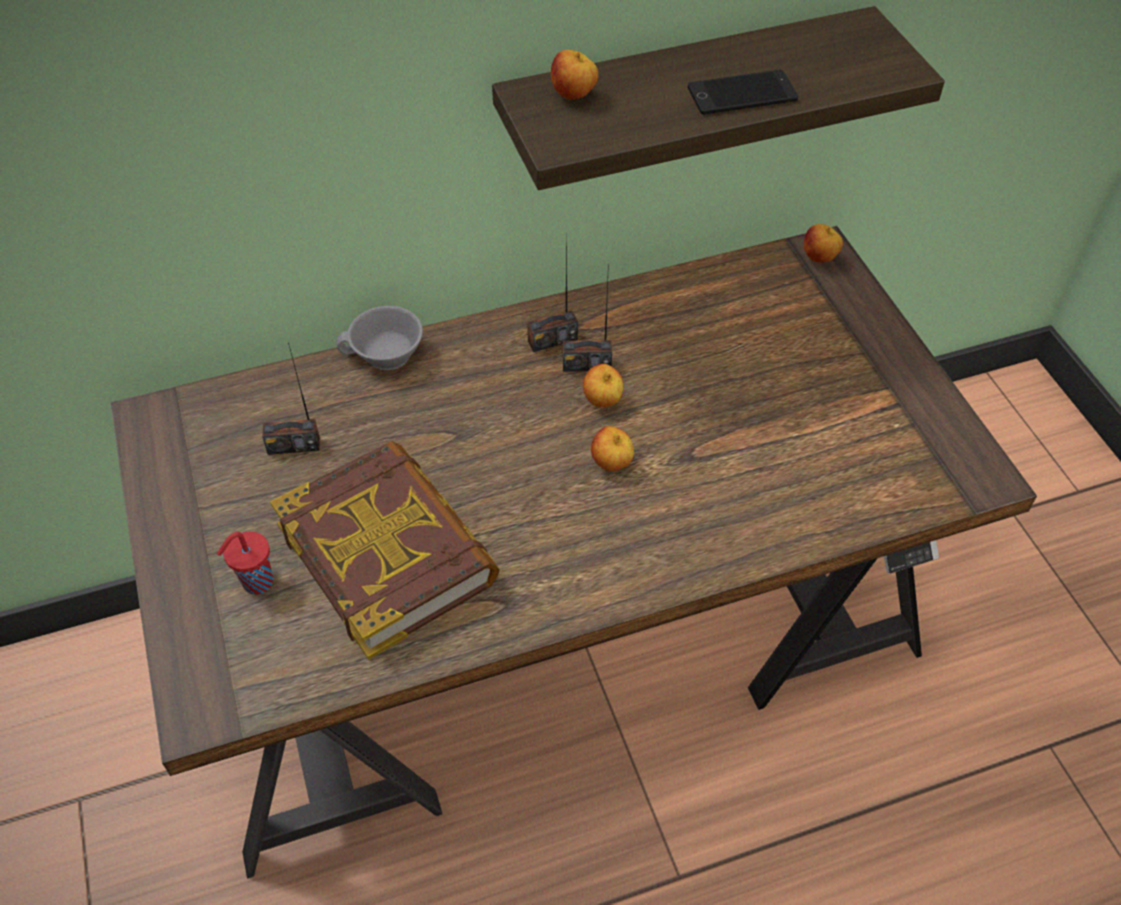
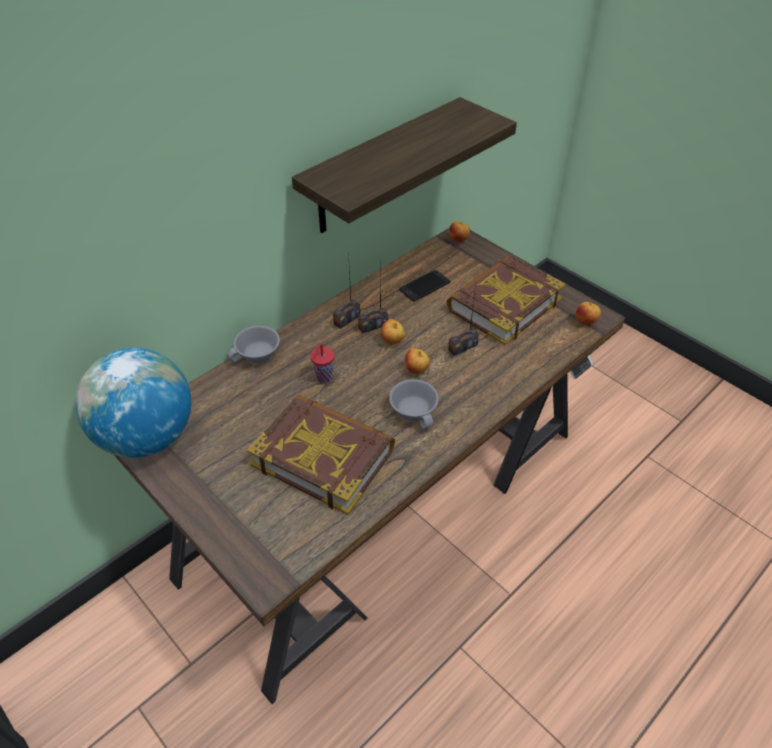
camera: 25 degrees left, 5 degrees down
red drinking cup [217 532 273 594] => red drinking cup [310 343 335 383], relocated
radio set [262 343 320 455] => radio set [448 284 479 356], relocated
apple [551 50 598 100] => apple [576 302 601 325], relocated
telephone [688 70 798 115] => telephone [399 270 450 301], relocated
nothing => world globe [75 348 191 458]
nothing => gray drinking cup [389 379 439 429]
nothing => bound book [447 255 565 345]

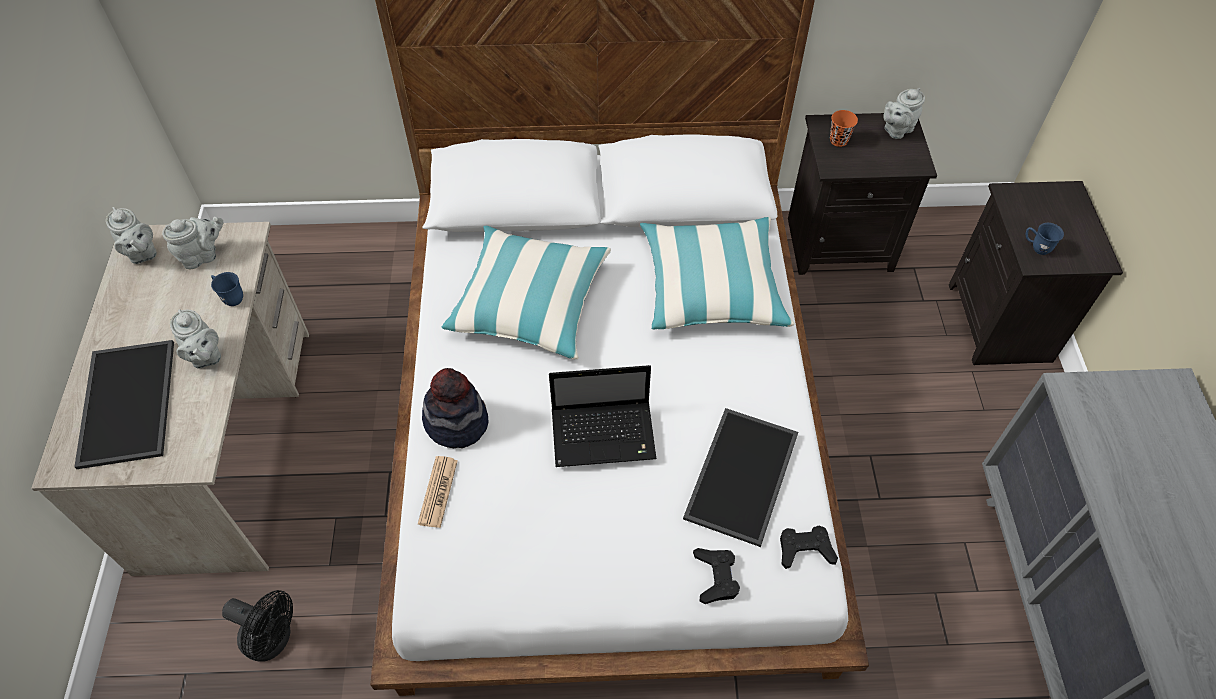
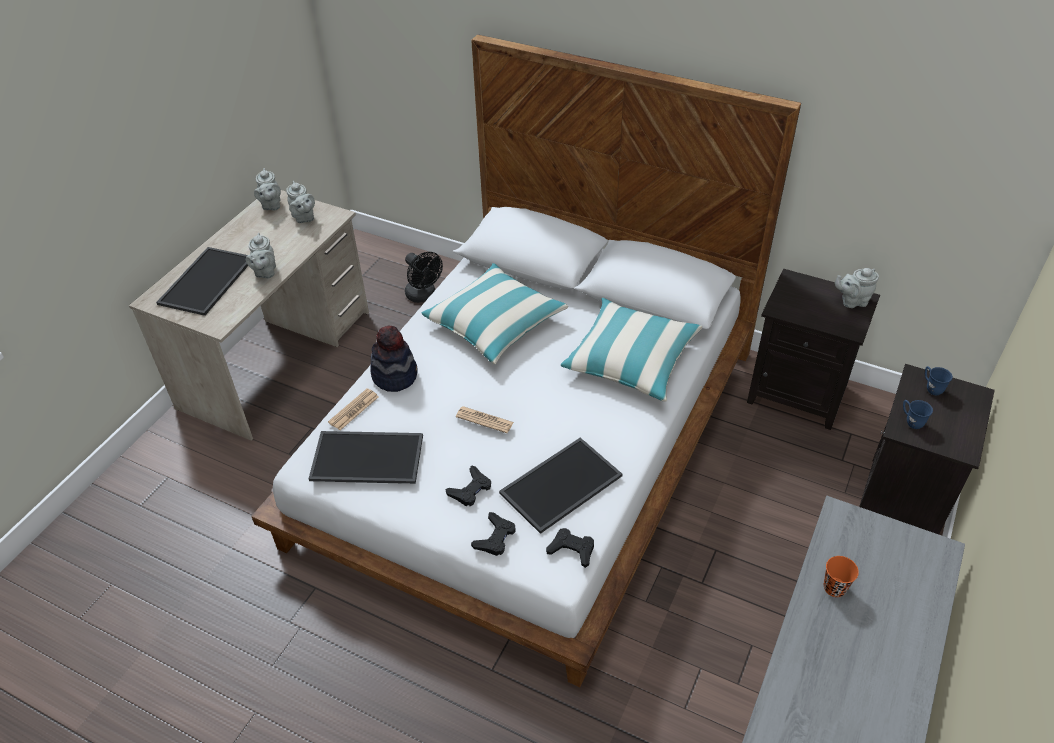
camera: 30 degrees right, 10 degrees down
gray tea pot [162 217 223 269] => gray tea pot [286 181 315 223], 60 degrees clockwise
blue-coloured coffee mug [211 272 243 306] => blue-coloured coffee mug [925 366 953 395], relocated
blackish electric fan [222 590 293 662] => blackish electric fan [405 252 443 303], relocated
portable computer [549 365 656 467] => daily paper [456 406 514 433]
orangey drinking cup [830 110 858 147] => orangey drinking cup [824 556 859 597], relocated
nothing => carrying tray [309 431 423 484]
nothing => blackish joypad [445 465 491 506]

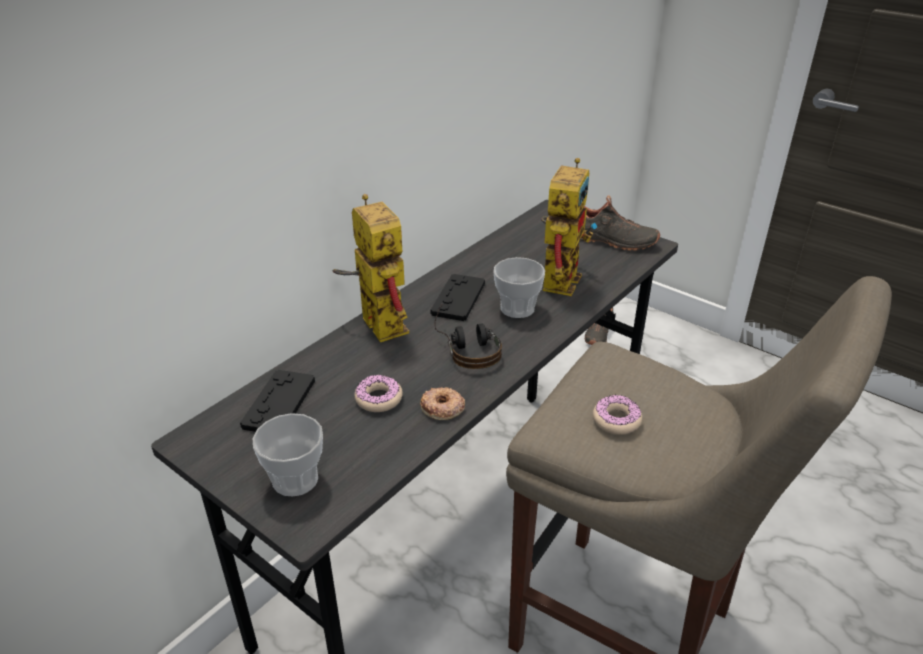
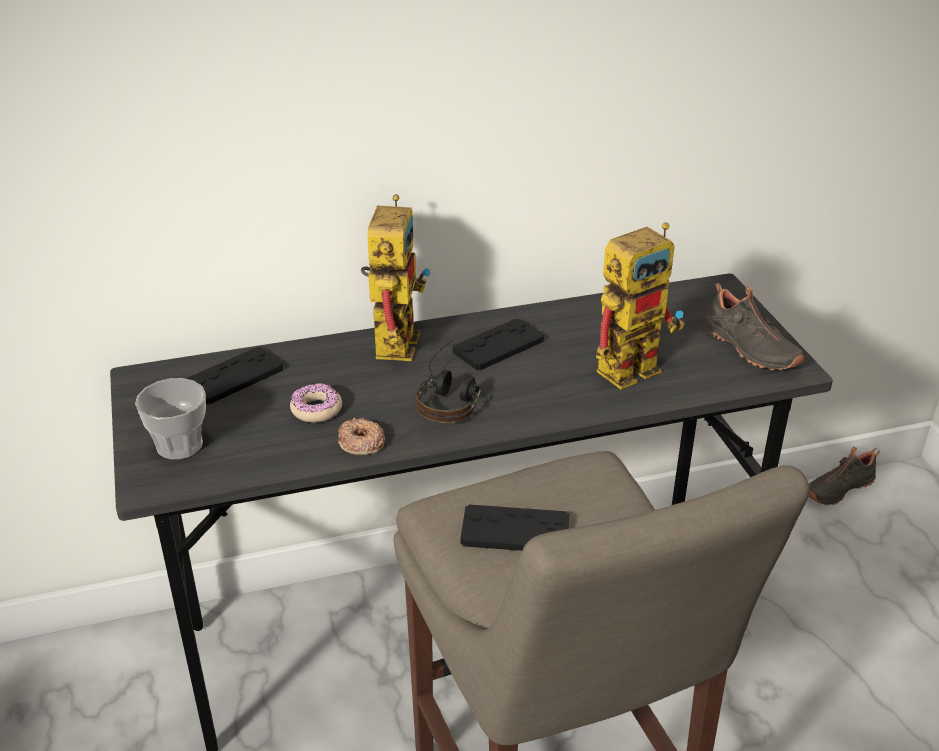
camera: 35 degrees right, 0 degrees up
drinking cup [493 257 545 318] => nothing
doughnut [593 395 642 435] => blackish joypad [460 504 569 551]

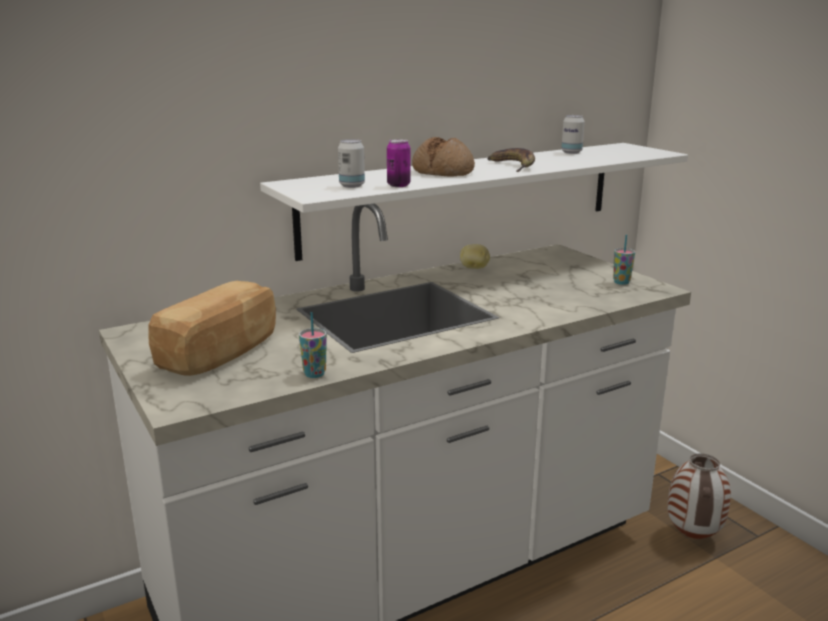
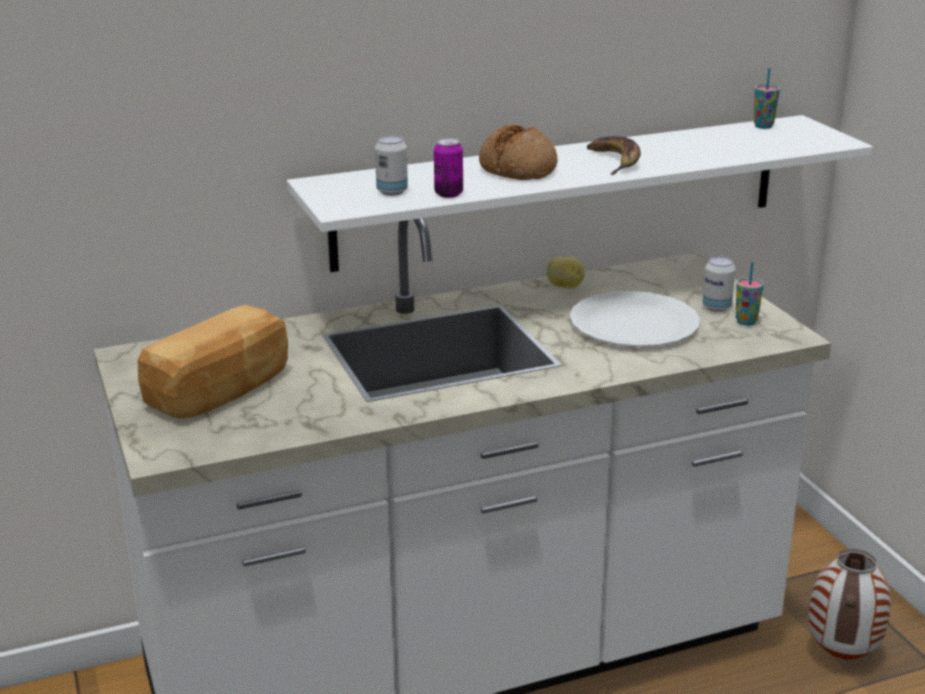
camera: 10 degrees right, 5 degrees up
drinking cup [299 312 327 378] => drinking cup [754 68 780 129], relocated
can [561 115 585 154] => can [703 256 735 312], relocated
nothing => whitish dinner plate [570 291 700 347]

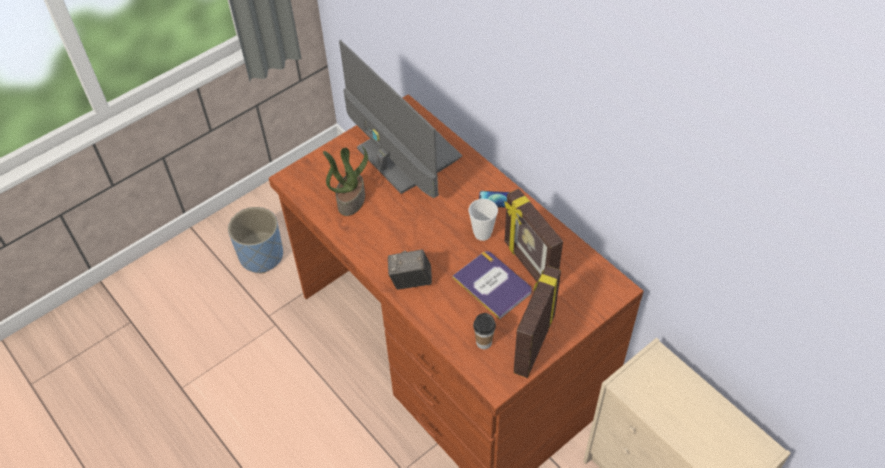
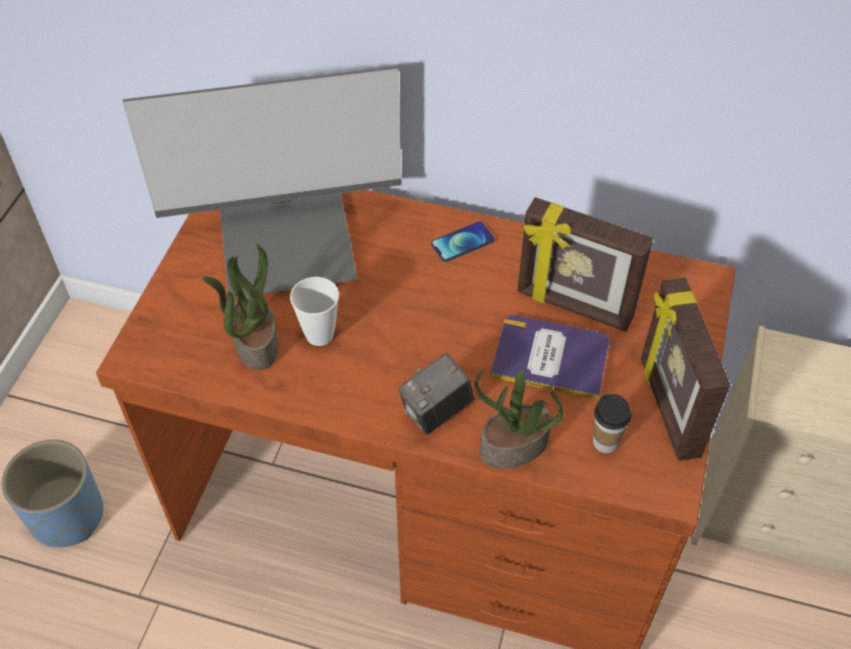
camera: 35 degrees left, 0 degrees up
computer display [339 40 463 198] => computer display [123 66 402 298], 150 degrees clockwise
drinking cup [469 199 498 241] => drinking cup [290 277 339 346], relocated
nothing => plant in a pot [475 370 563 469]

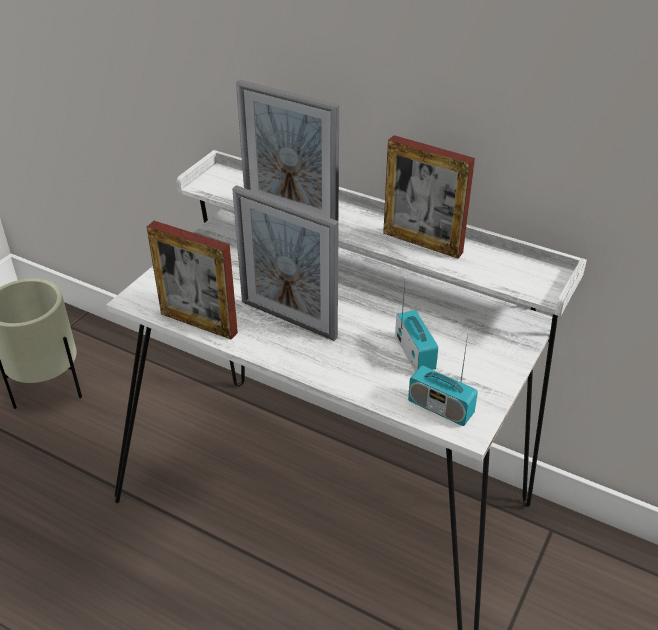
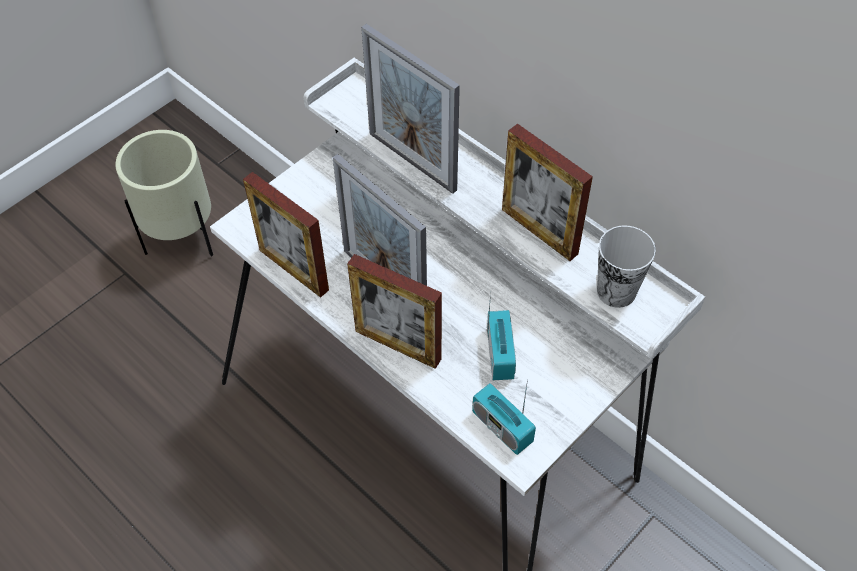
camera: 15 degrees right, 15 degrees up
nothing => photo frame [347 254 442 369]
nothing => drinking cup [597 225 656 308]

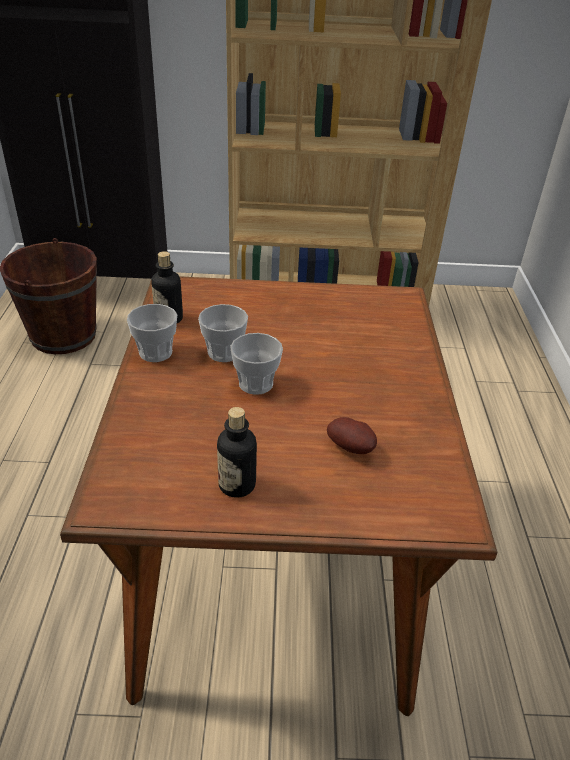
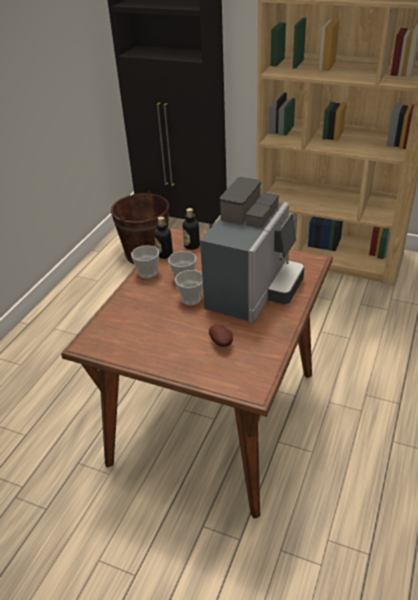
camera: 25 degrees right, 0 degrees up
beverage bottle [217 407 257 498] => beverage bottle [182 208 200 250], relocated
nothing => coffee brewer [200 177 304 323]

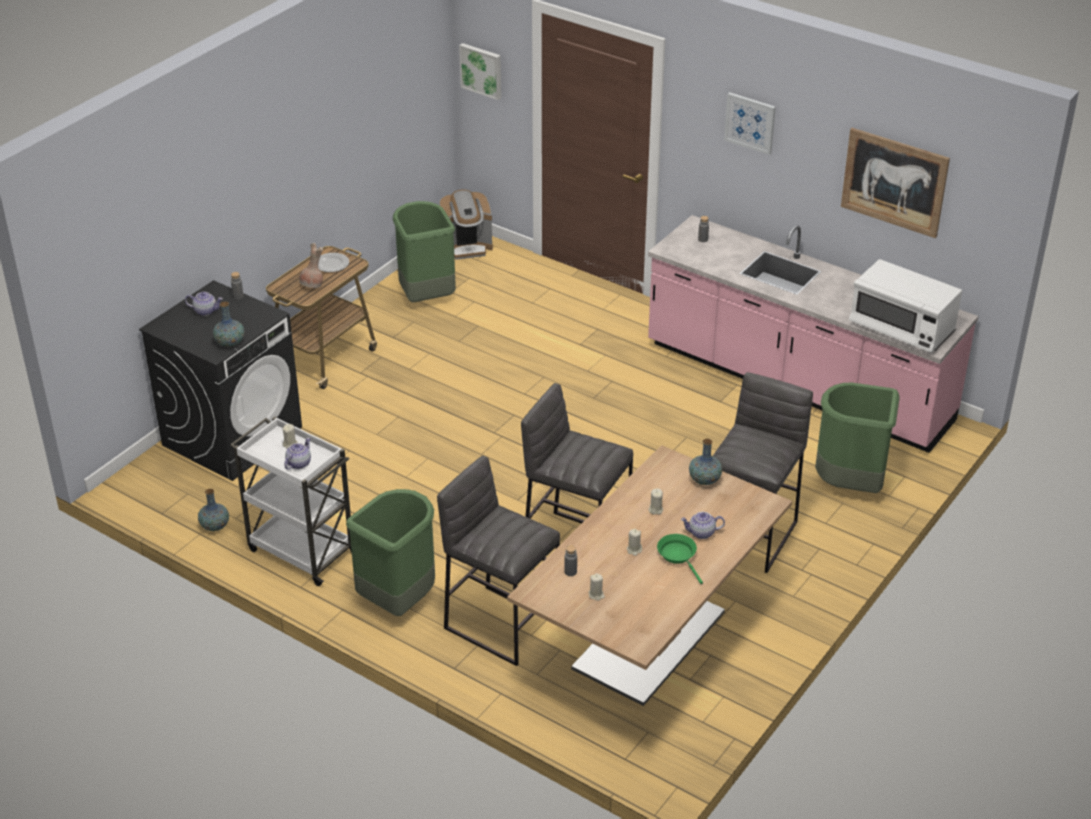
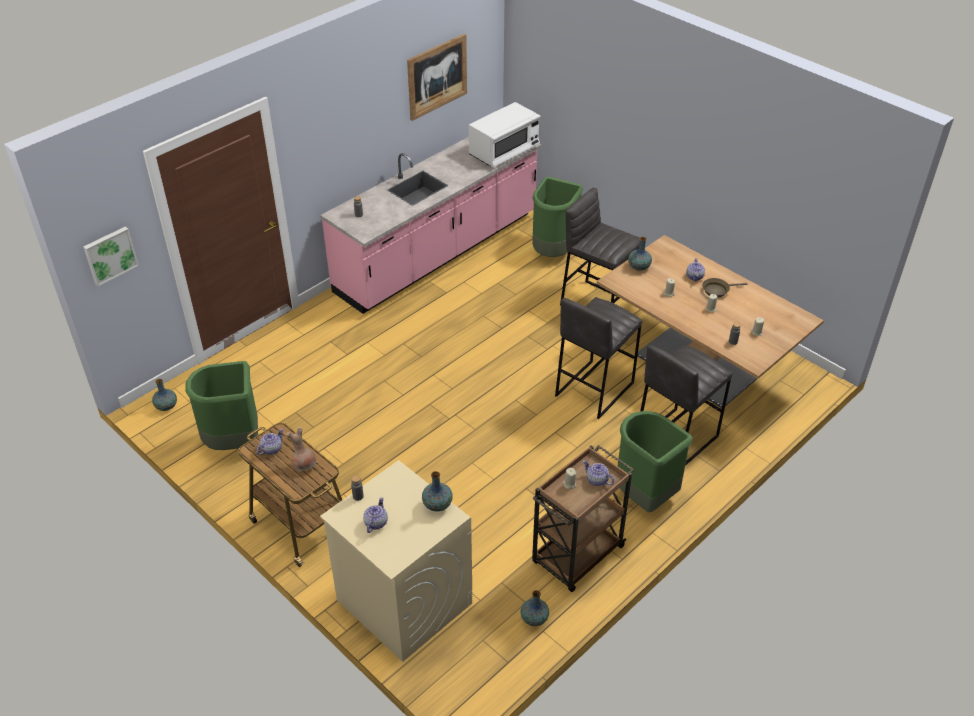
camera: 80 degrees left, 5 degrees up
blackish washing machine [139 280 302 481] => sand-coloured washing machine [320 460 473 662]
whitish cart [230 416 352 586] => brown-coloured cart [532 445 634 592]
dinner plate [318 253 349 272] => tea pot [256 429 284 455]
coffee brewer [439 189 493 260] => flower vase [152 379 177 411]
greenish skillet [657 534 703 584] => brown-coloured skillet [702 278 747 298]
picture [724 92 776 155] => nothing

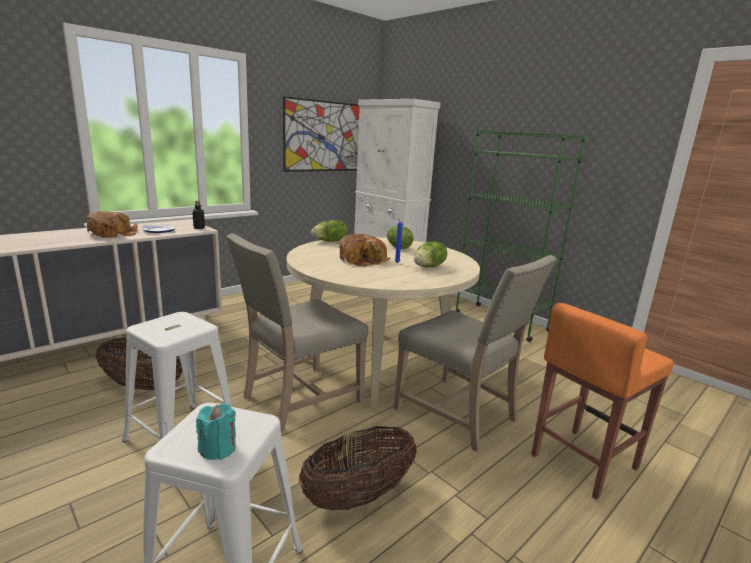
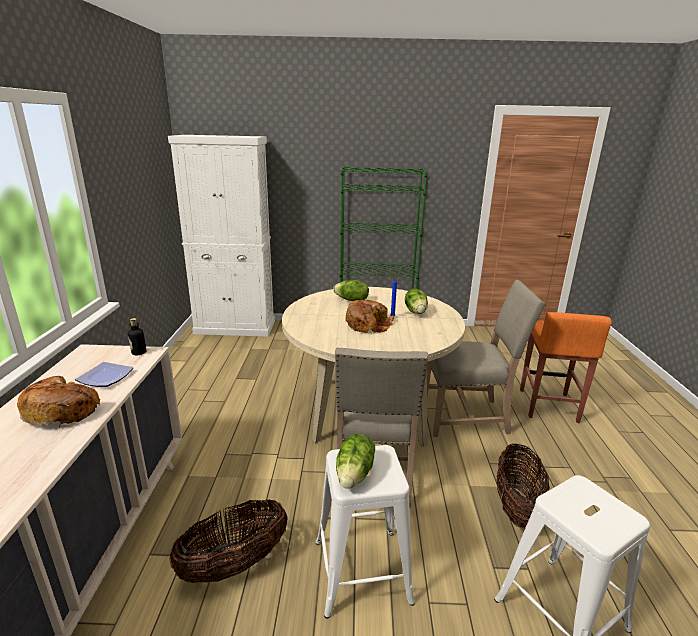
camera: 45 degrees left, 5 degrees up
turquoise candle [196 403 236 460] => nothing
picture [283 96 360 172] => nothing
lettuce [311 220 348 242] => lettuce [336 434 375 488], relocated

